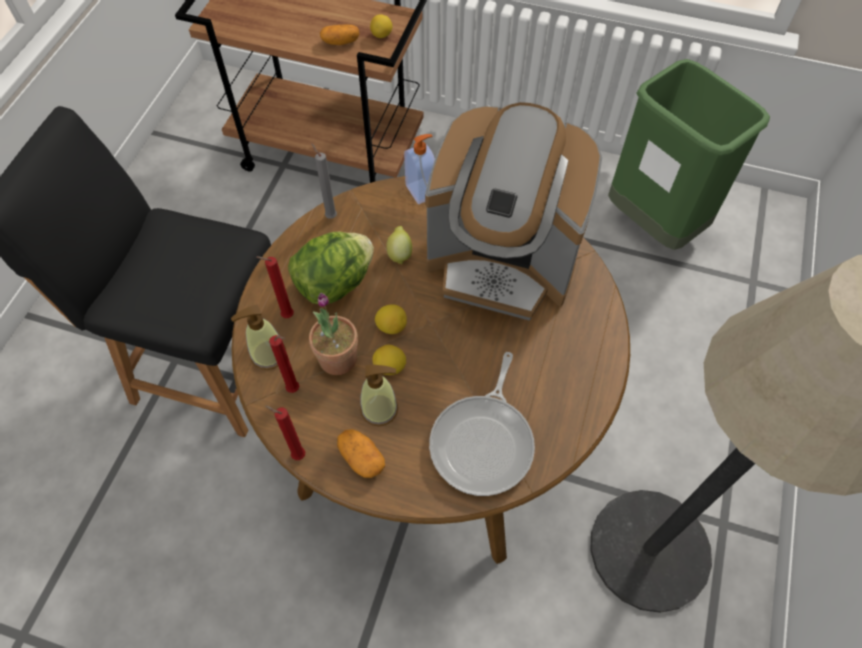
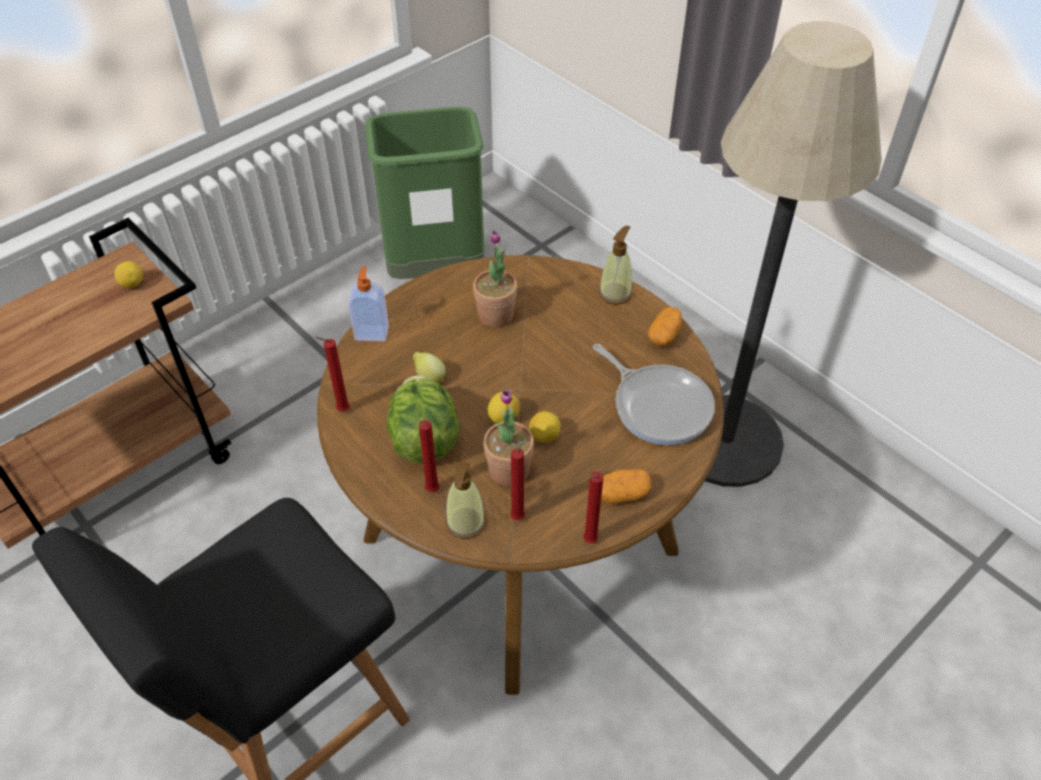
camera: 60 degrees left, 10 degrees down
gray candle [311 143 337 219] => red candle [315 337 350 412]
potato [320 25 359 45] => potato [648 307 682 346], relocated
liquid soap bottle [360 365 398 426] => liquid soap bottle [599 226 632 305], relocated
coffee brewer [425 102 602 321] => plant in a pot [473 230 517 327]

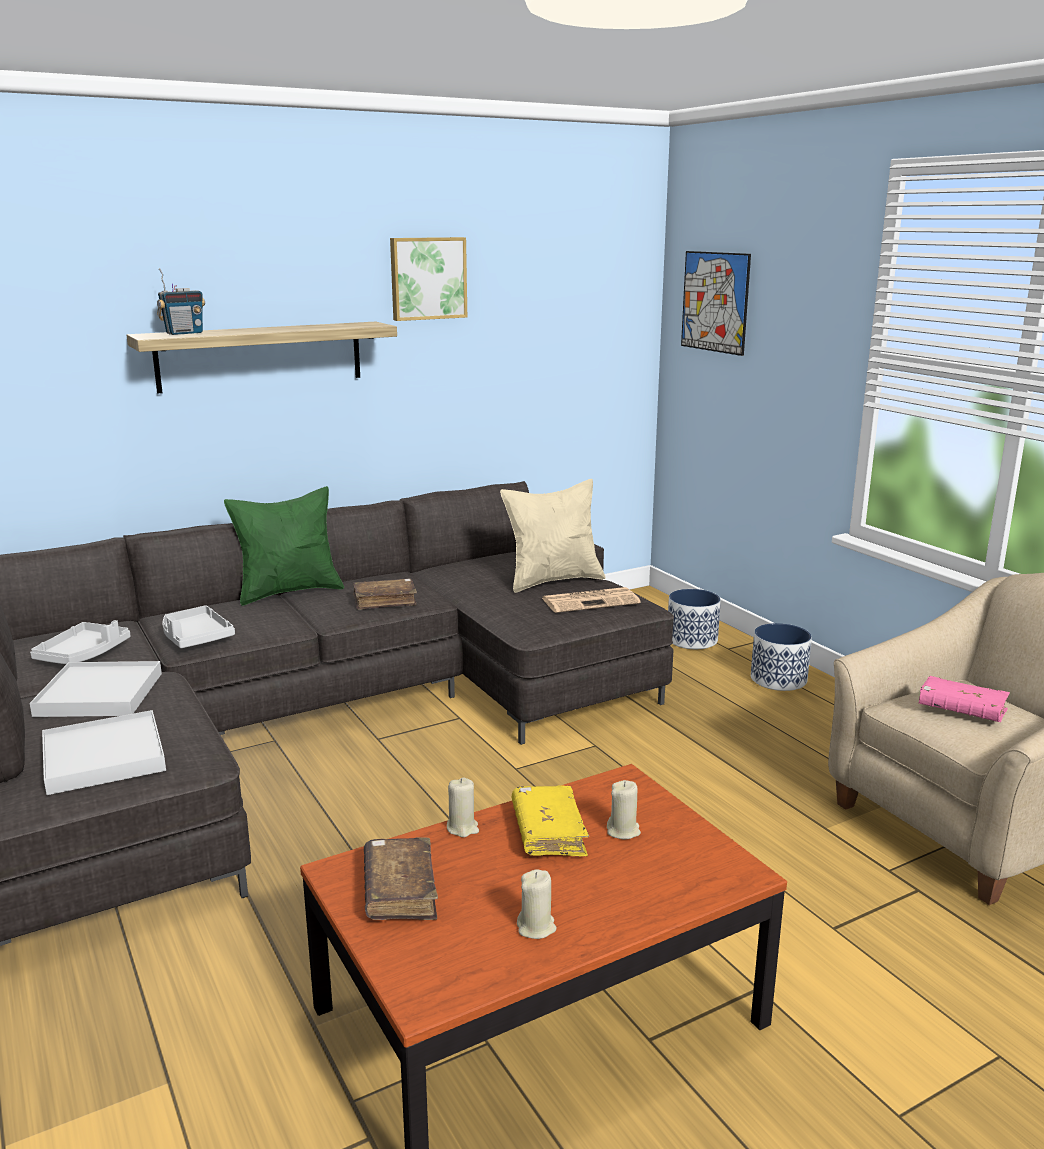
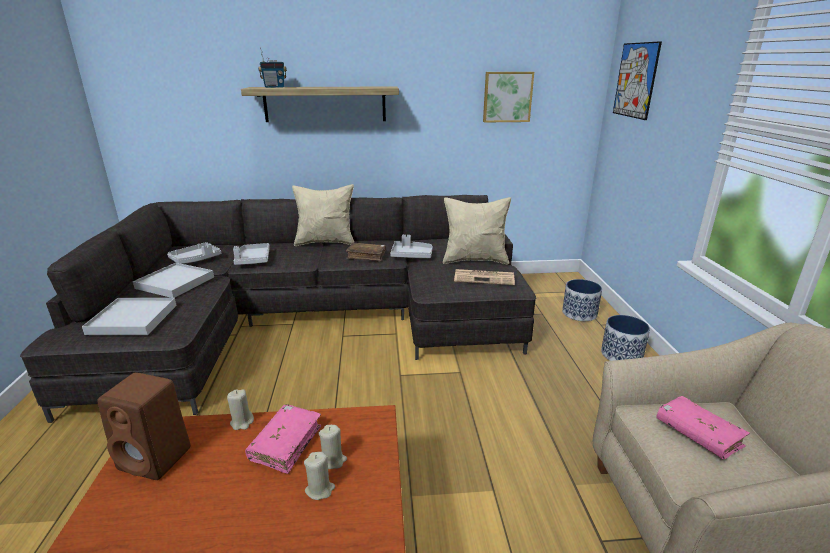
camera: 25 degrees right, 5 degrees up
greenish cushion [224 486 344 606] => sand-coloured cushion [292 184 354 246]
brown-coloured bound book [364 837 438 920] => brown-coloured loudspeaker [98 372 191 480]
picture [390 237 467 321] => picture [483 72 534 122], relocated
yellowish bound book [512 785 589 856] => pink-coloured bound book [245 404 321 474]
sand-coloured candle [517 869 557 939] => sand-coloured candle [304 452 335 500], relocated
nothing => gray carrying tray [390 235 433 258]

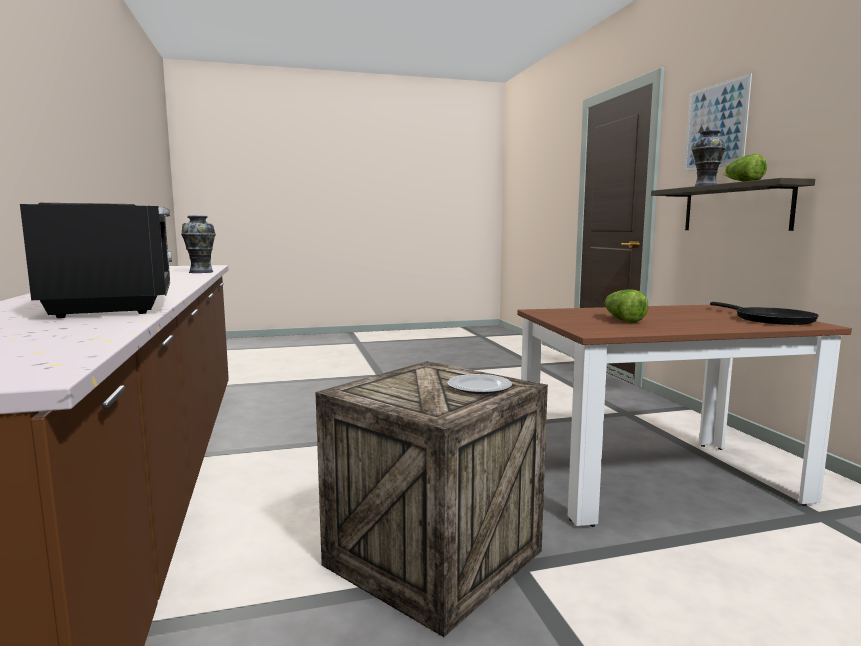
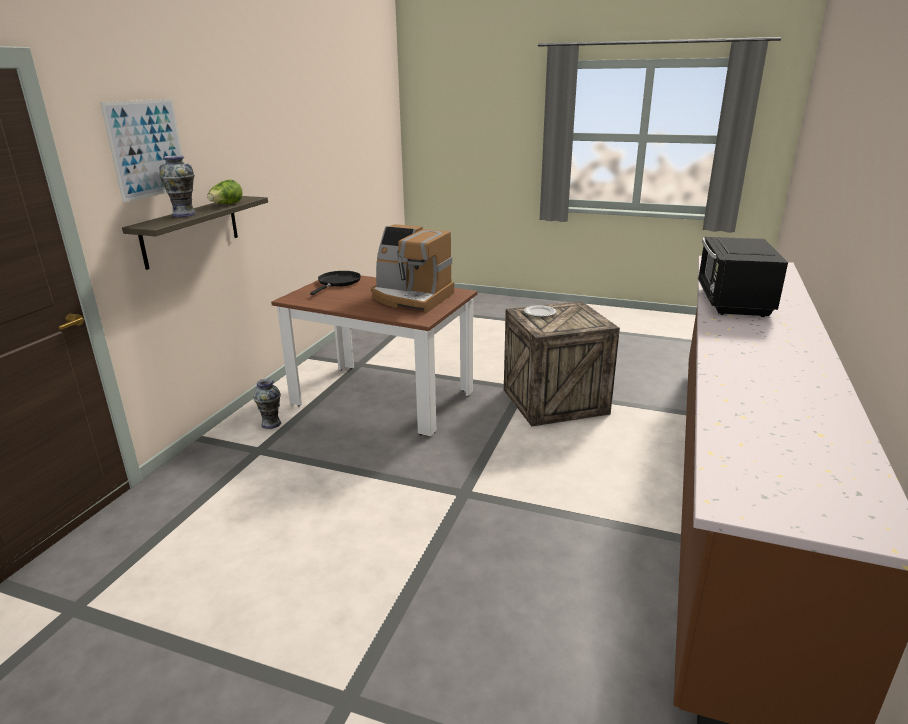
camera: 145 degrees left, 15 degrees up
flower vase [181 215 216 273] => flower vase [253 379 281 429], relocated
lettuce [605 289 648 323] => coffee brewer [371 224 454 313]

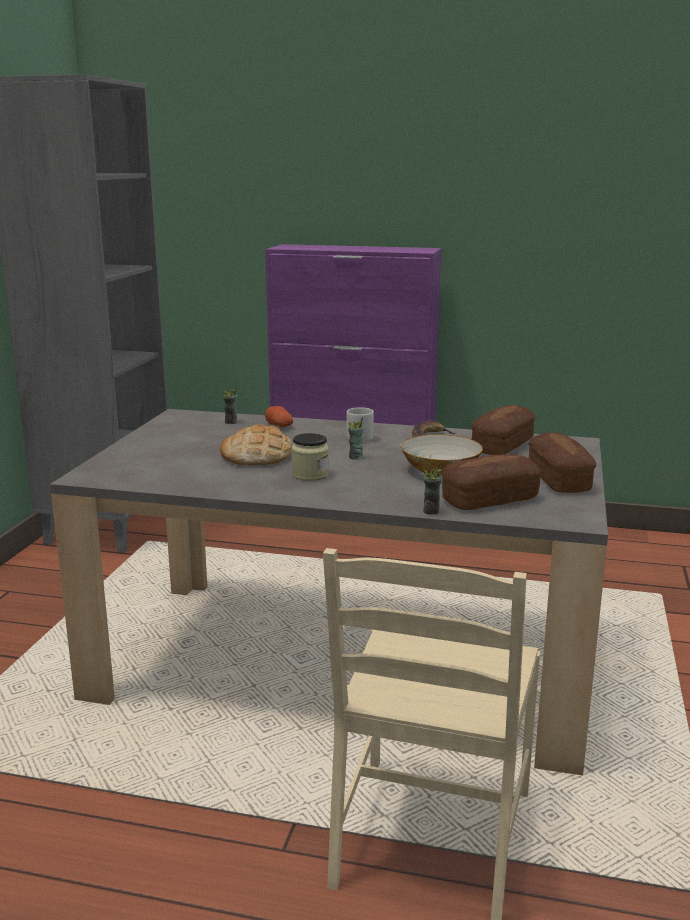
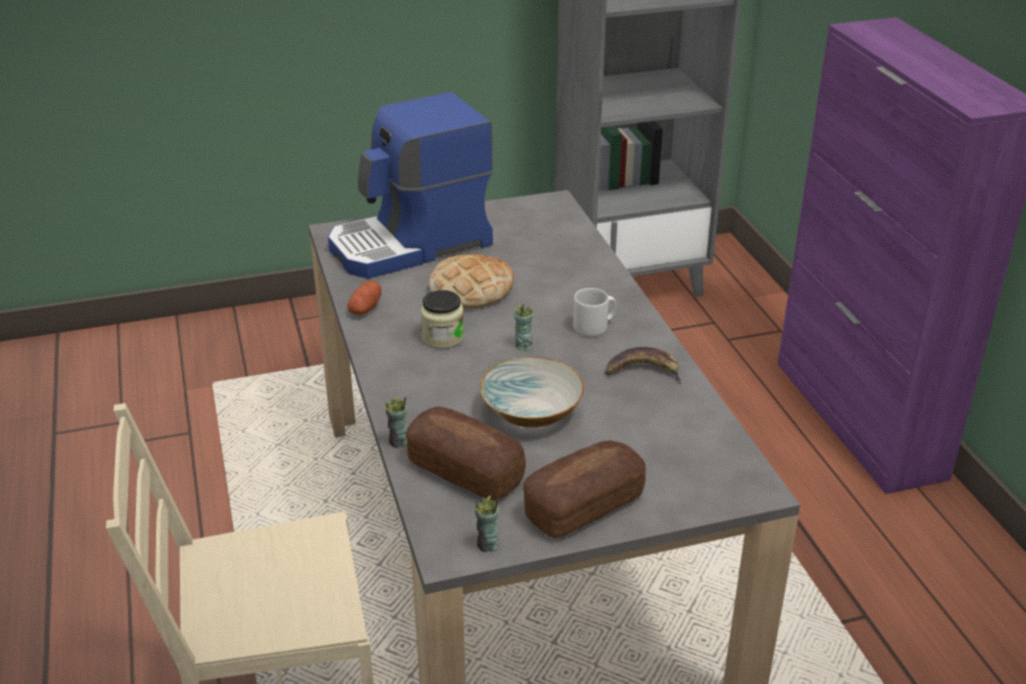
camera: 60 degrees right, 15 degrees up
drinking cup [223 384 237 424] => drinking cup [475 495 499 552], relocated
potato [265 406 293 427] => potato [347 281 381 315], relocated
bread [471 405 536 455] => nothing
nothing => coffee brewer [328 92 493 279]

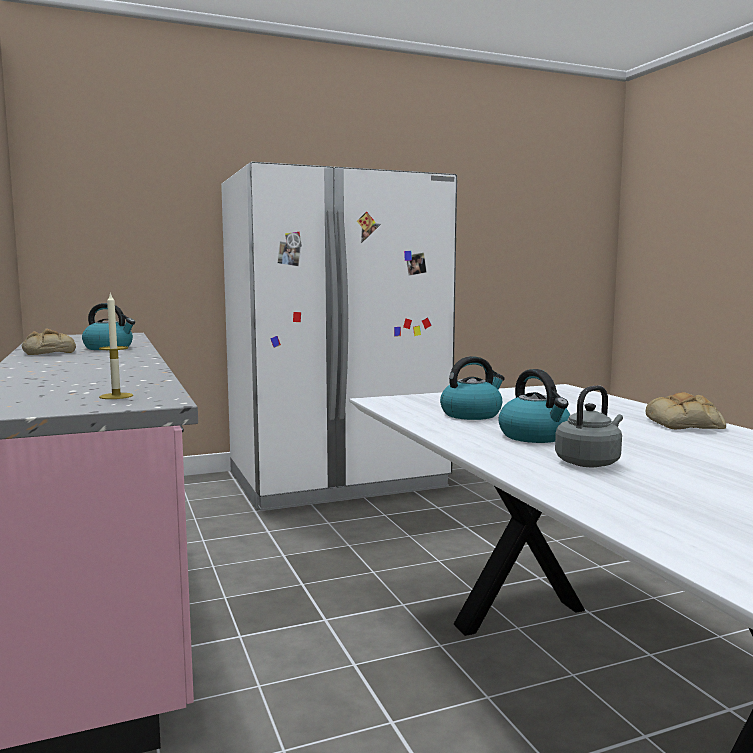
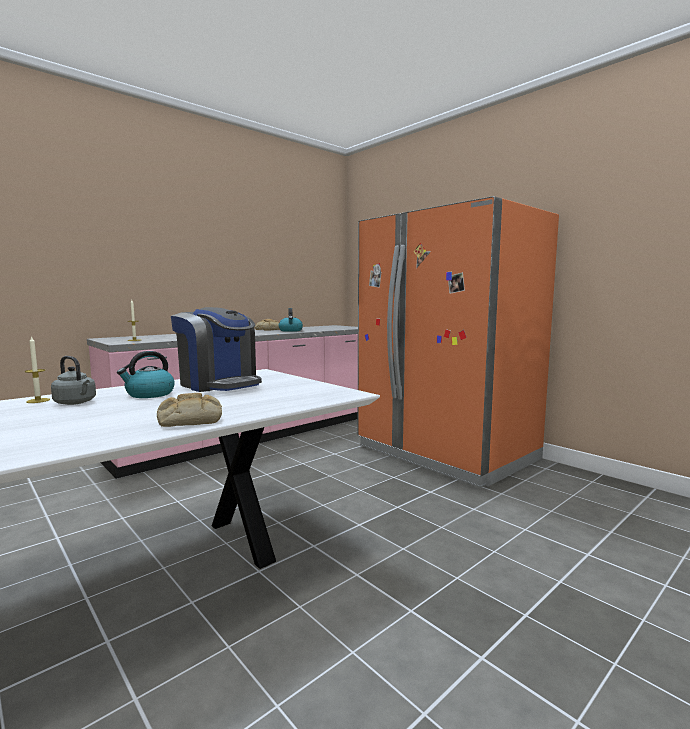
camera: 70 degrees right, 0 degrees up
whitish refrigerator [221 162 457 511] => orangey refrigerator [357 196 559 488]
water kettle [440 356 505 420] => coffee brewer [171 307 262 392]
nothing => candle [25 336 50 403]

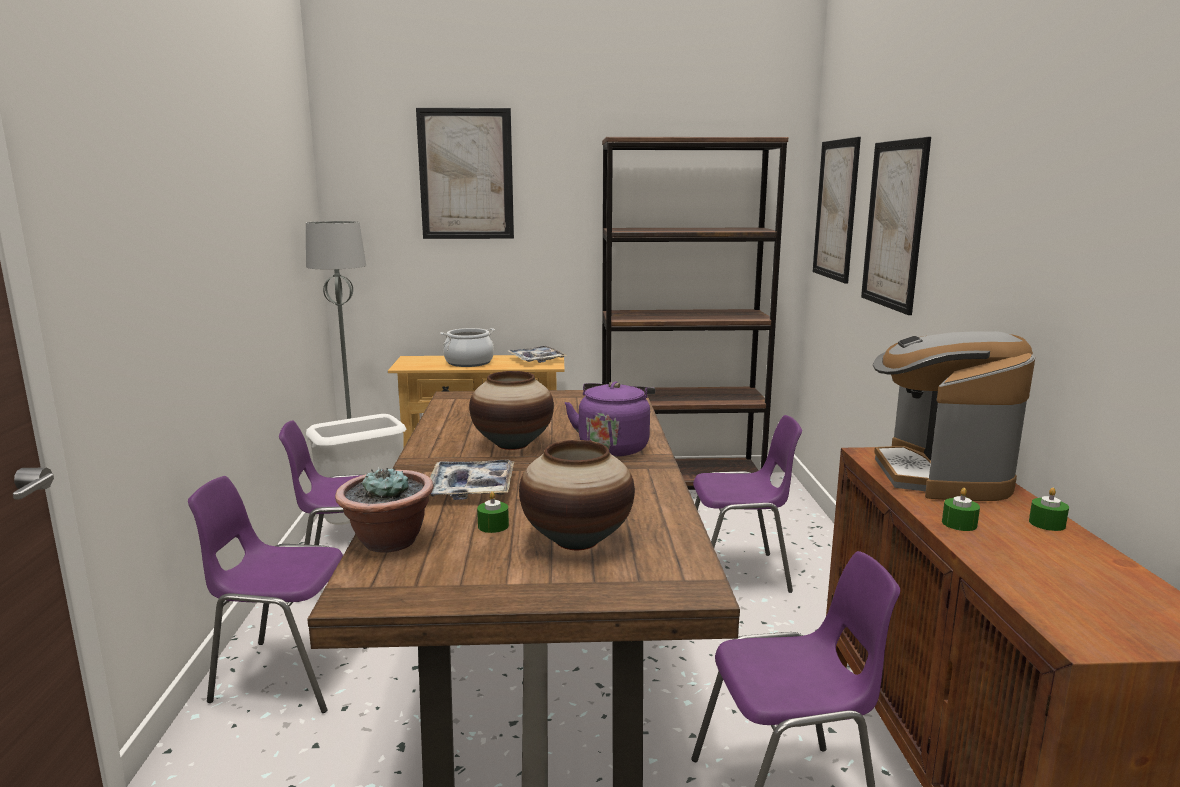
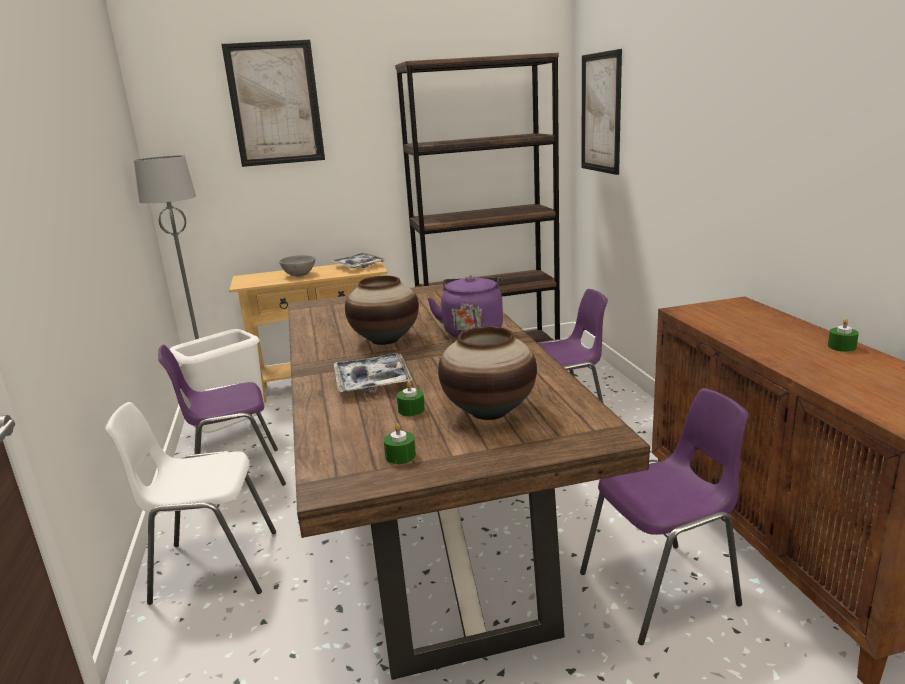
camera: 10 degrees left, 5 degrees up
purple-coloured upright chair [188 476 367 713] => whitish upright chair [105 402 276 605]
plant in a pot [335 467 434 553] => nothing
saucepot [440 328 495 367] => gray serving bowl [279 255 315 276]
picture [861 137 931 315] => nothing
coffee brewer [873 331 1035 501] => nothing
greenish candle [942 488 980 531] => greenish candle [383 423 416 464], relocated

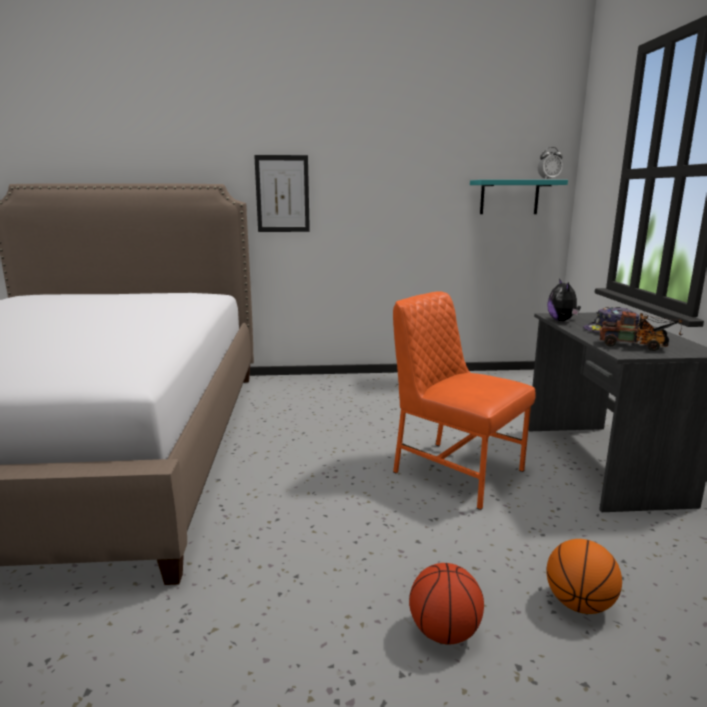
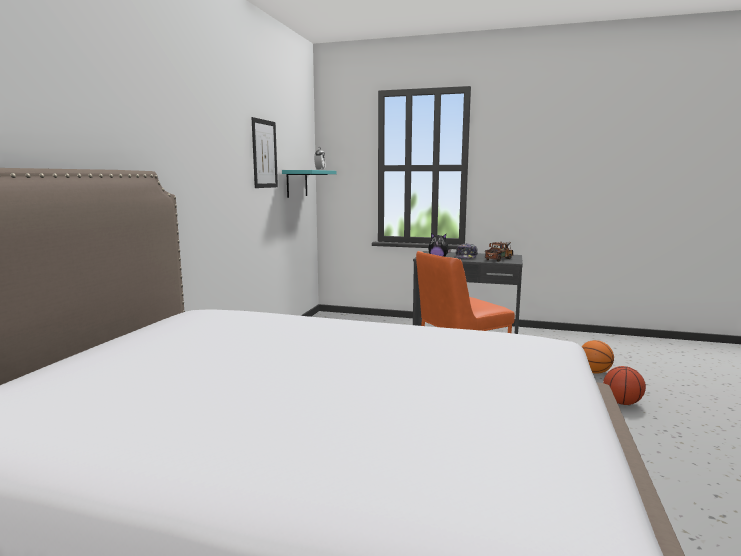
camera: 70 degrees left, 5 degrees down
picture [254 155 310 232] => picture [251 117 278 188], relocated

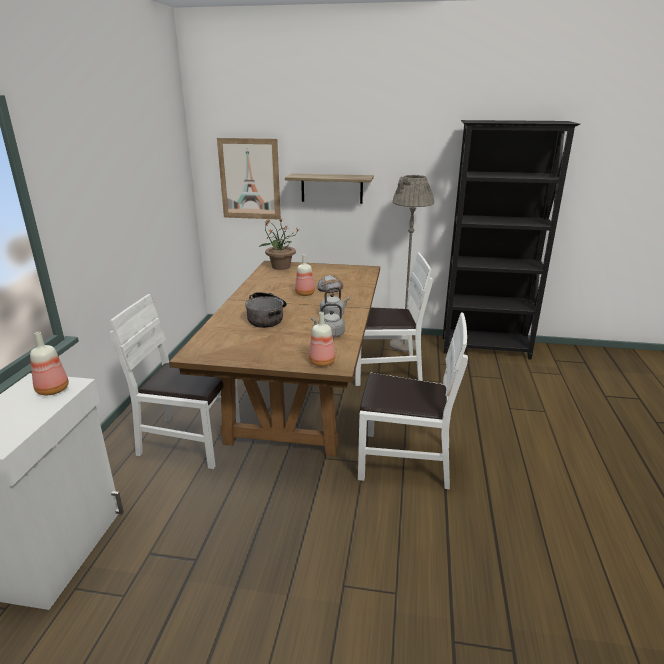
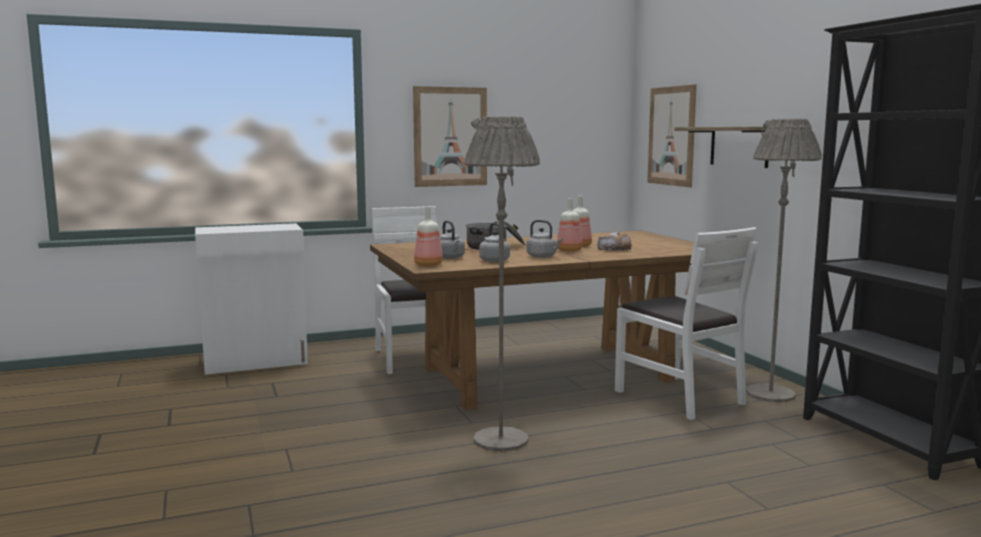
camera: 60 degrees right, 15 degrees down
beverage bottle [30 332 69 395] => beverage bottle [557 198 582 252], relocated
plant in a pot [259 219 299 270] => nothing
whitish upright chair [358 312 468 489] => gray standing lamp [464 116 540 451]
nothing => picture [413 86 487 187]
nothing => gray water kettle [440 220 465 259]

